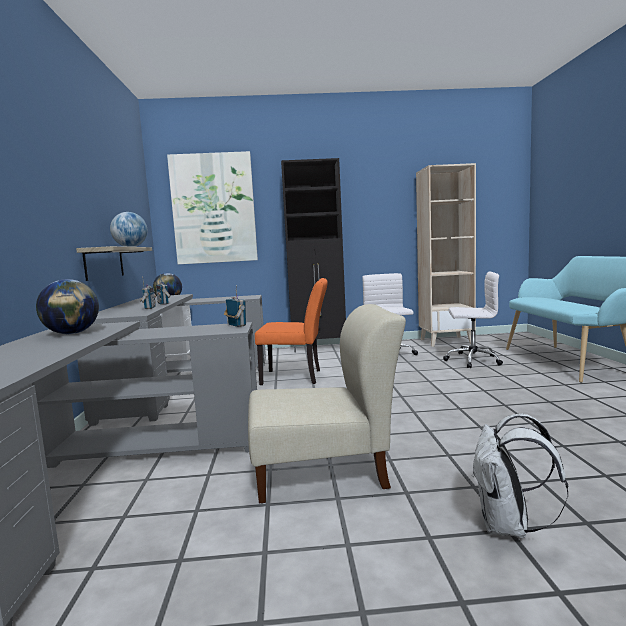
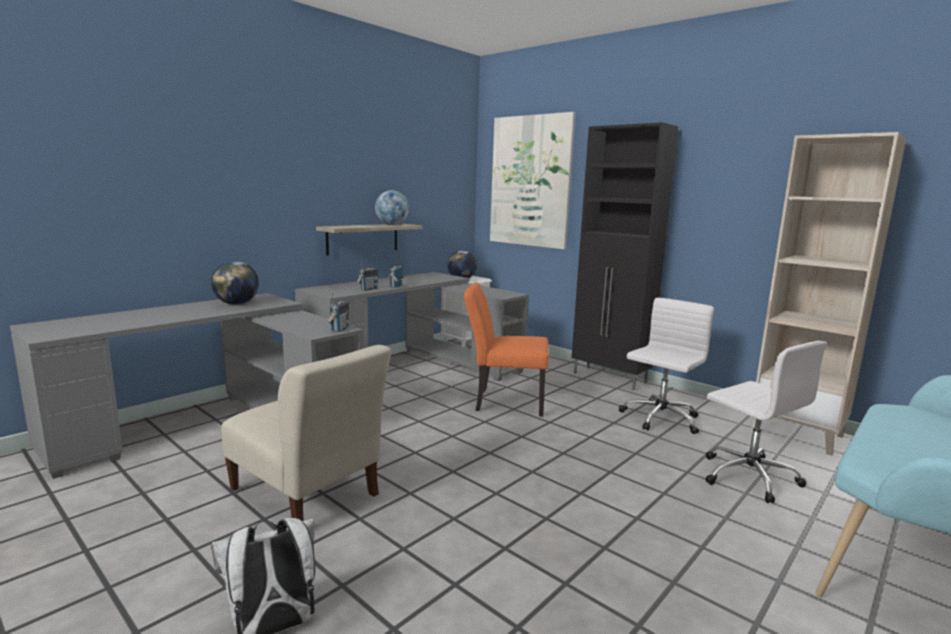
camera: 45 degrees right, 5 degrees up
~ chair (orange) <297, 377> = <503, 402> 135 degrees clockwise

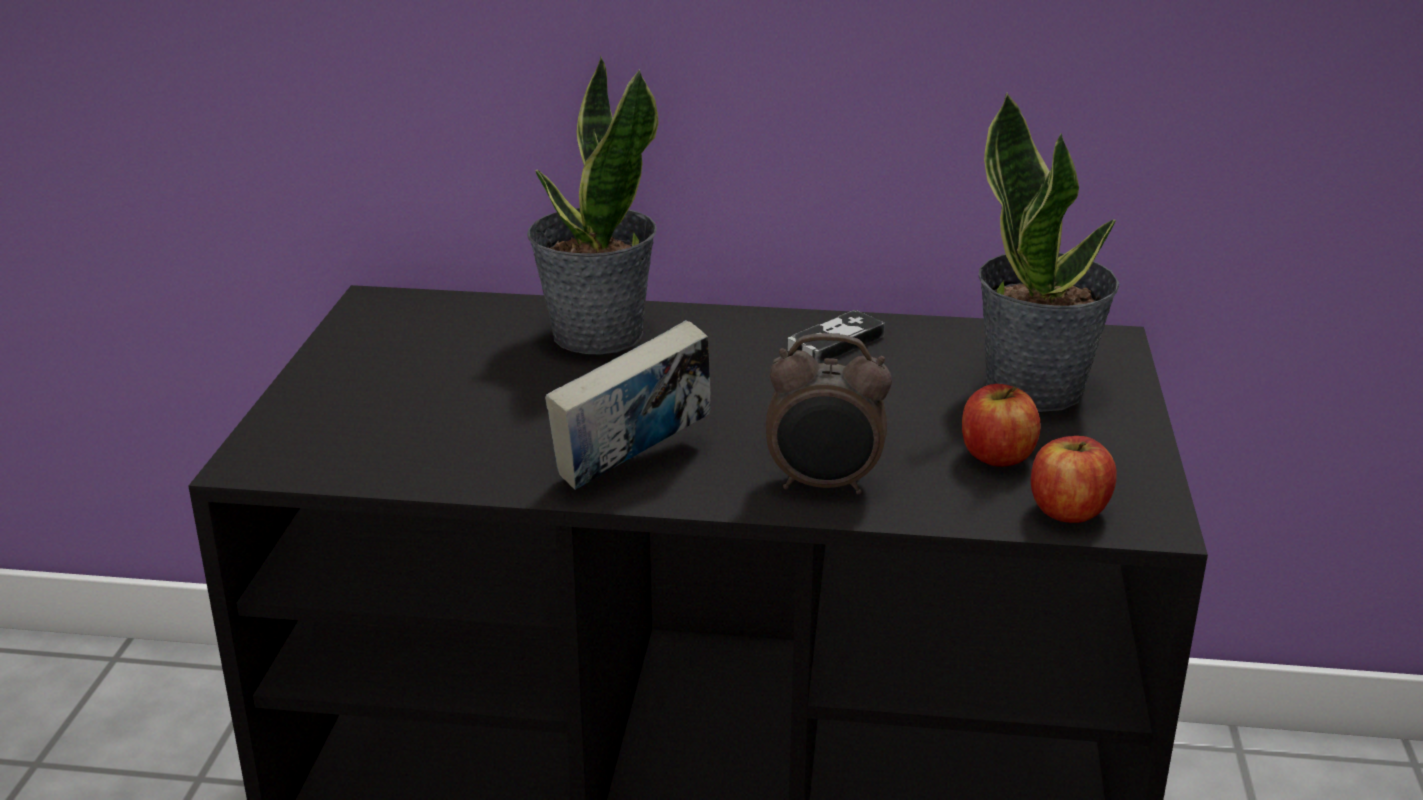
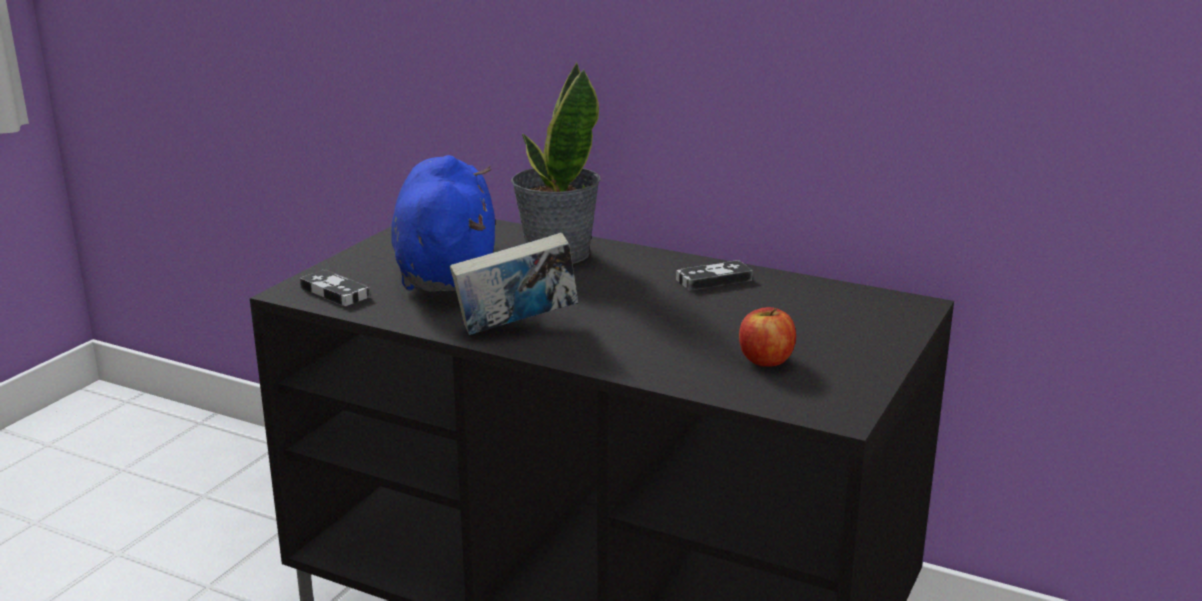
camera: 20 degrees right, 5 degrees down
- potted plant <1035, 388>
- alarm clock <824, 485>
- apple <1068, 511>
+ plush toy (blue) <446, 272>
+ game controller <335, 292>

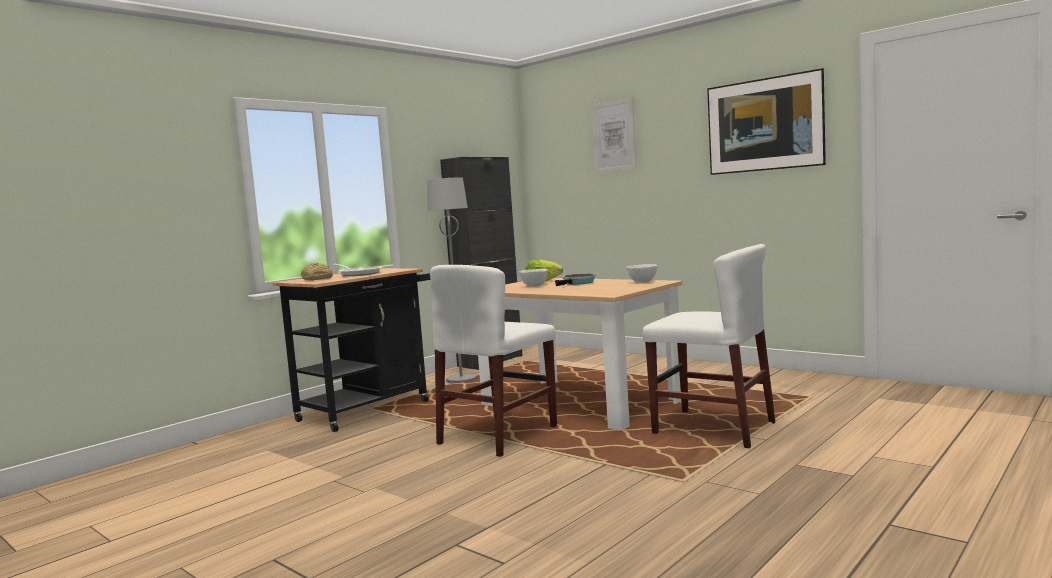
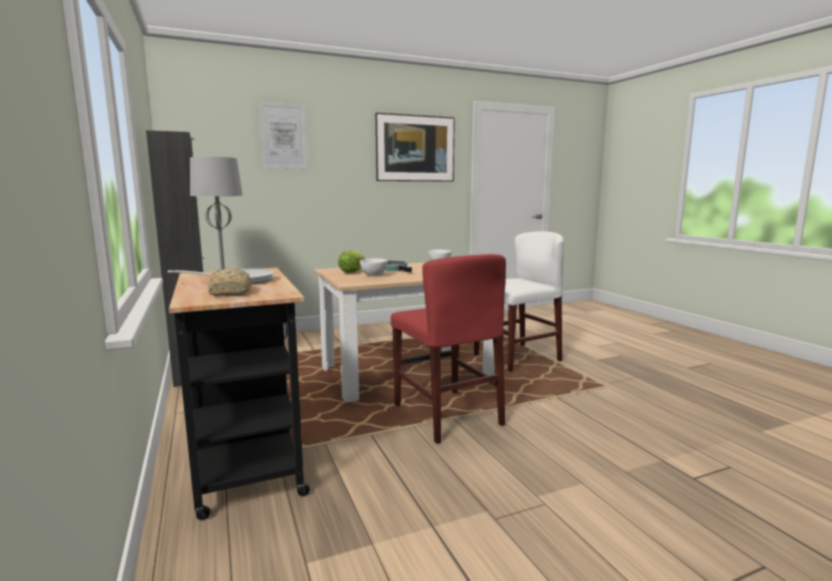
camera: 65 degrees left, 5 degrees up
~ chair (white) <498, 435> to chair (red) <447, 415>

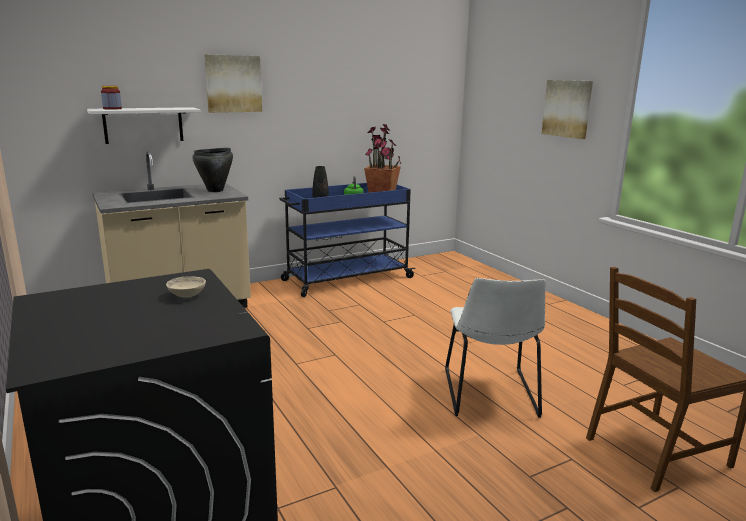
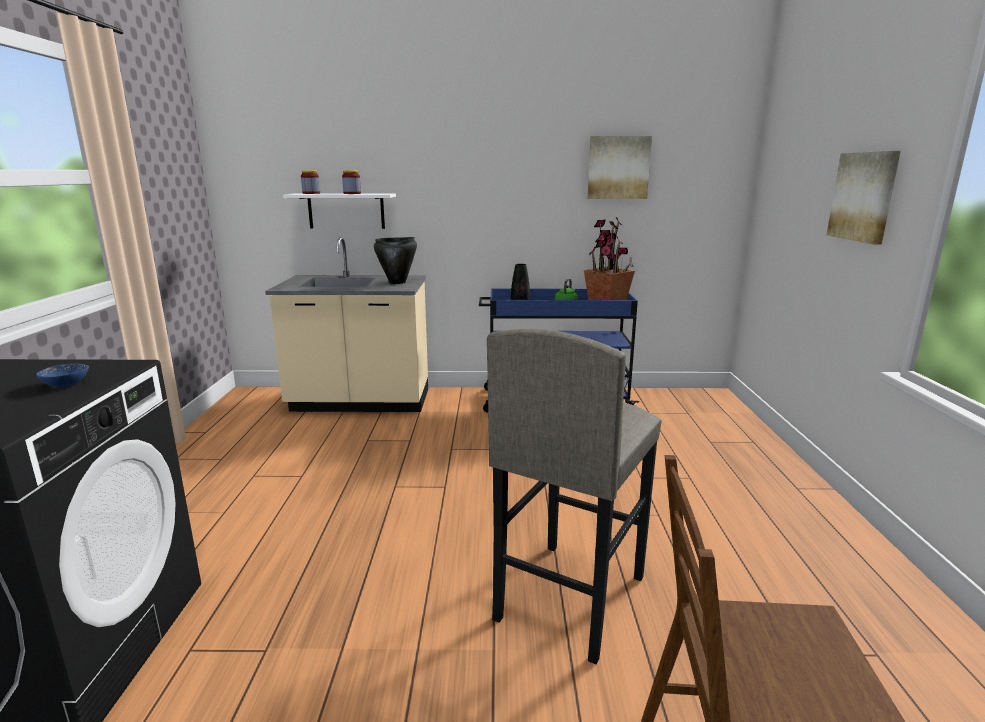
camera: 30 degrees right, 0 degrees up
~ picture <233, 84> to <618, 168>
~ bowl (beige) <187, 295> to bowl (blue) <66, 384>
~ chair (white) <490, 395> to stool (grey) <569, 597>
+ jar <352, 193>

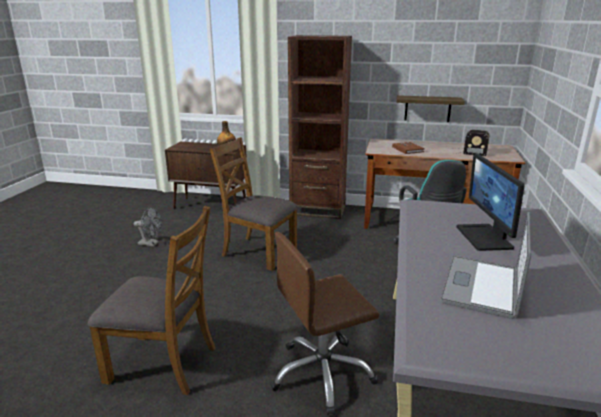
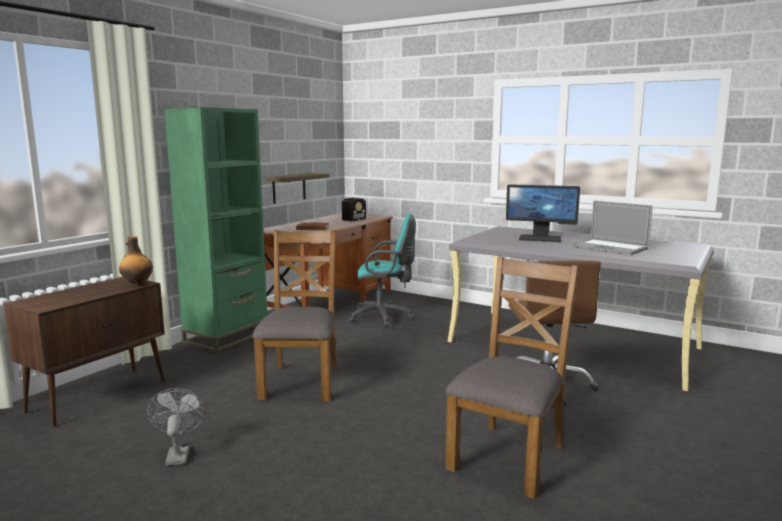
camera: 70 degrees left, 10 degrees down
~ bookcase (brown) <317, 210> to bookcase (green) <227, 337>
~ chair (brown) <258, 252> = <301, 382> 135 degrees clockwise
~ fan (grey) <151, 243> = <178, 454> 45 degrees counterclockwise

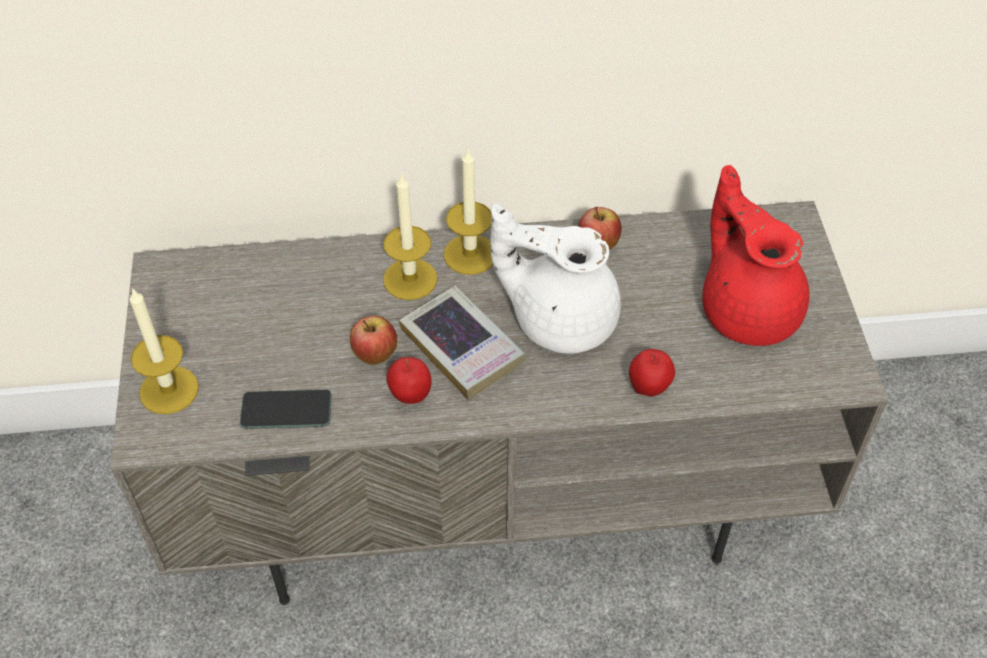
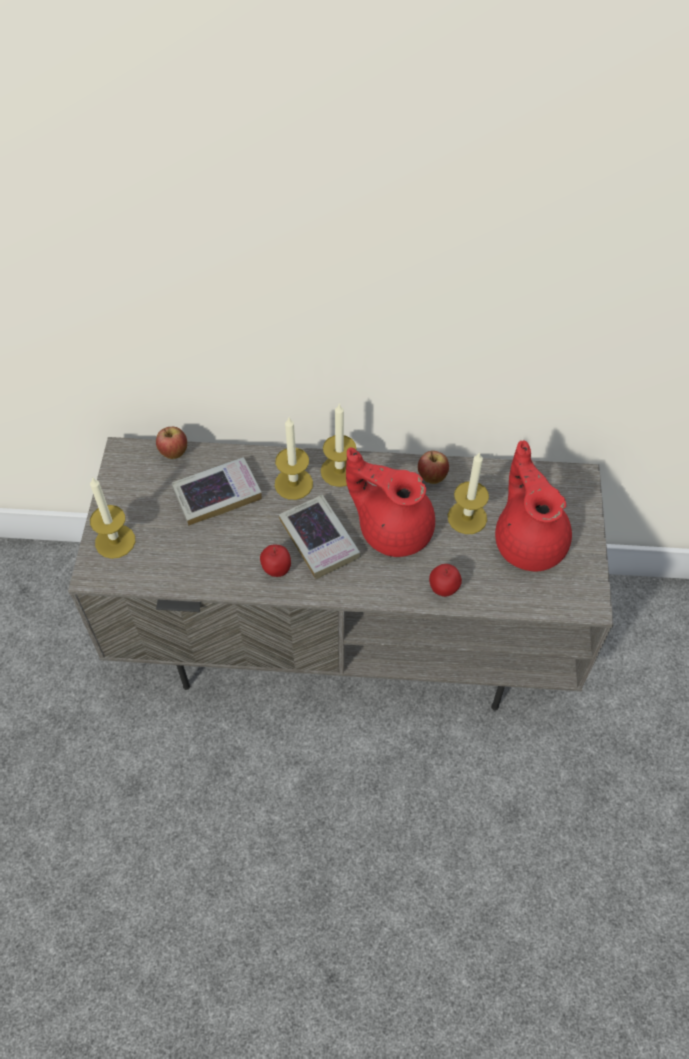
camera: 10 degrees right, 5 degrees up
~ teapot (white) <560, 318> to teapot (red) <392, 528>
~ apple <375, 356> to <174, 453>
- phone <286, 410>
+ candle <467, 517>
+ book <217, 494>

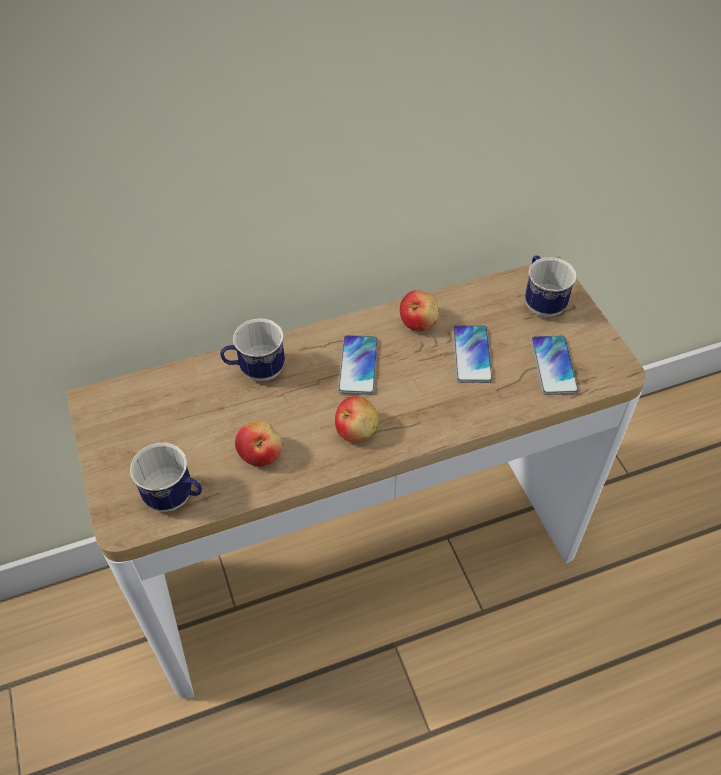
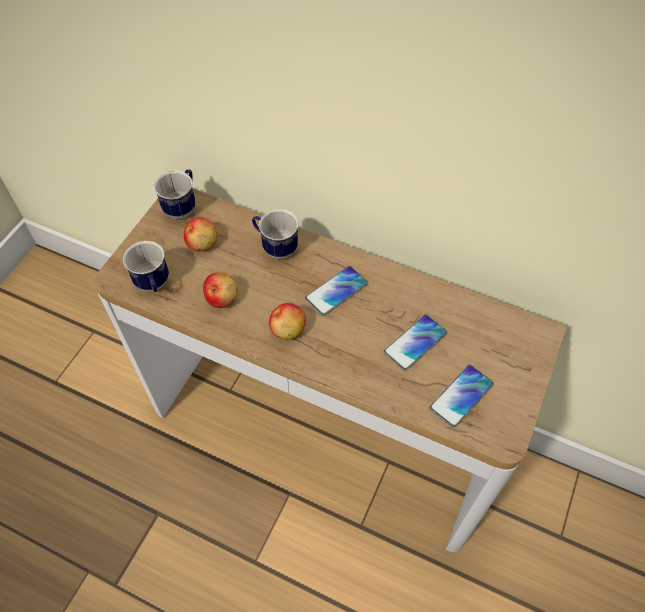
camera: 45 degrees right, 5 degrees up
~ mug <541, 302> to <183, 206>
~ apple <418, 321> to <202, 243>

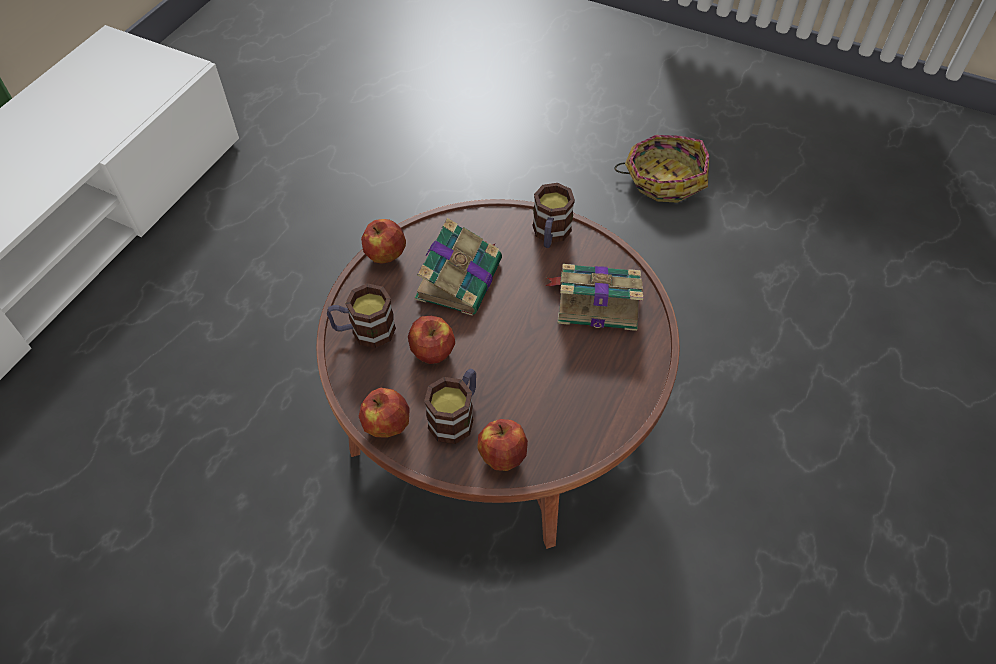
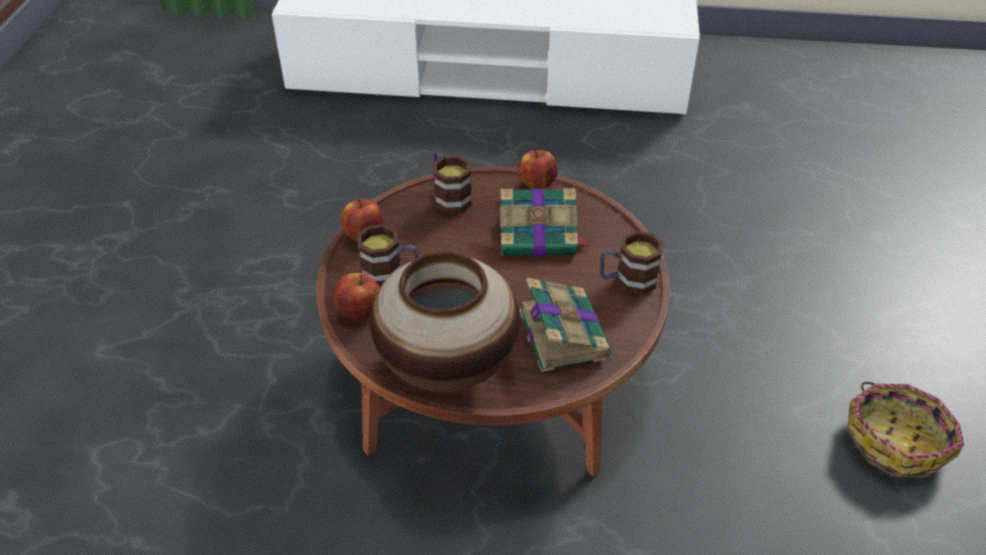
camera: 70 degrees right, 10 degrees down
- apple <432, 351>
+ vase <447, 366>

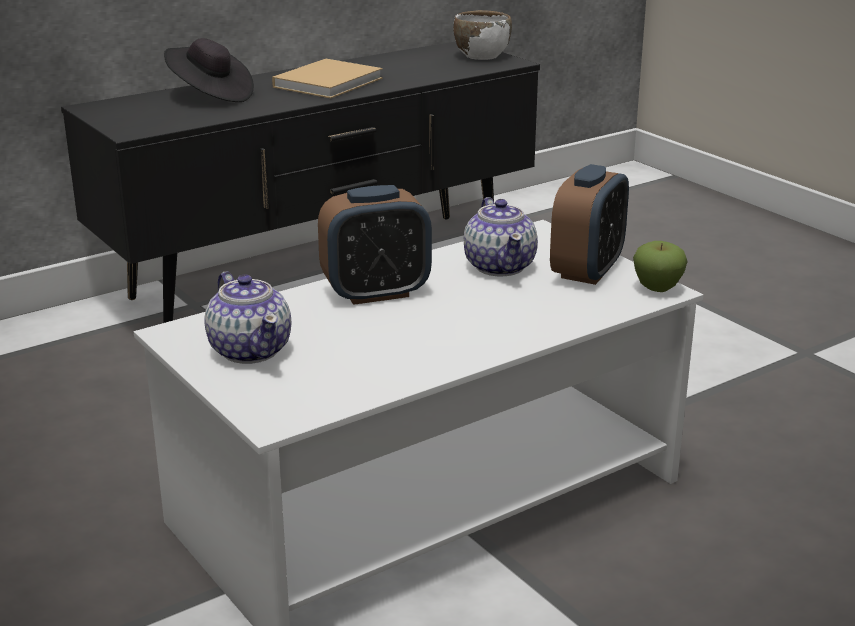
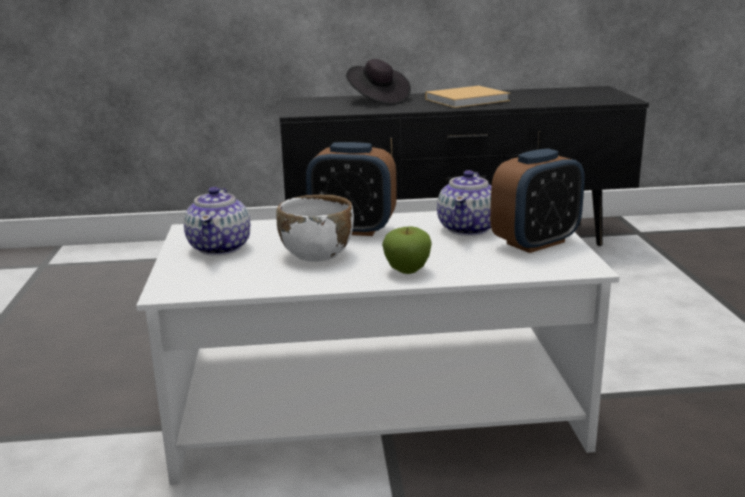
camera: 30 degrees right, 5 degrees down
~ bowl (white) <481, 56> to <317, 254>
~ apple <657, 288> to <407, 270>

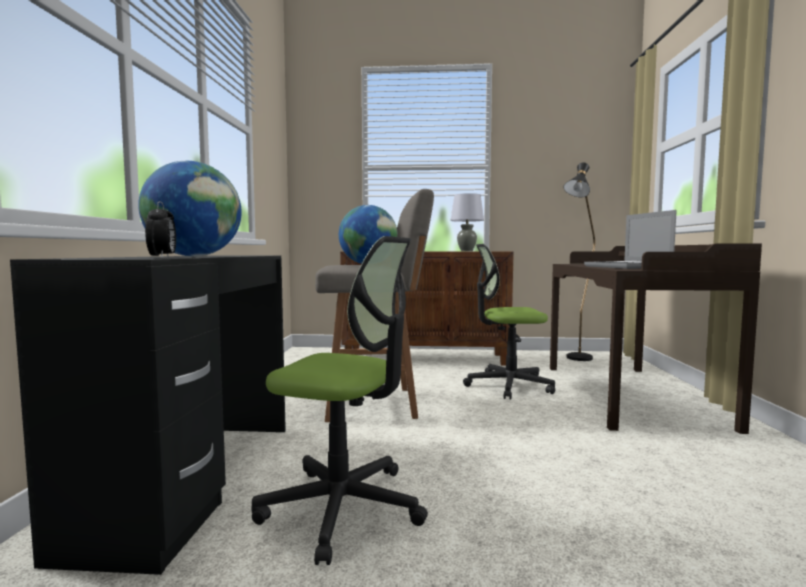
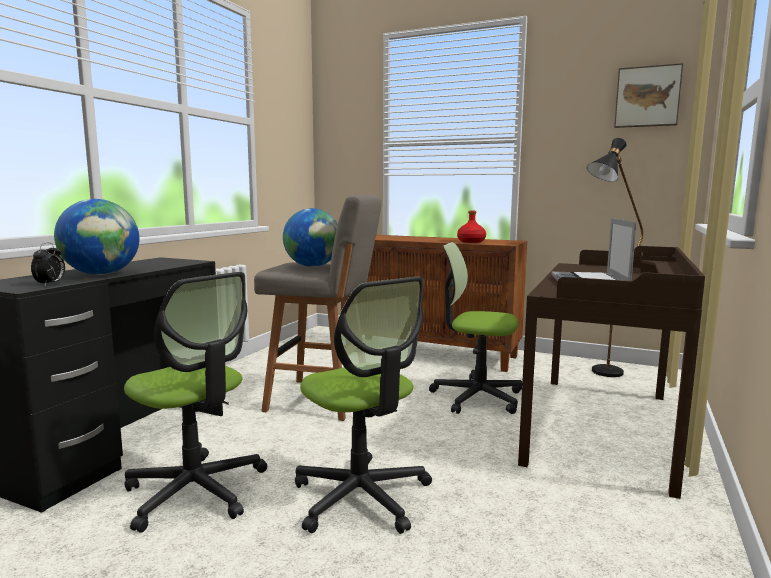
camera: 20 degrees right, 5 degrees up
~ table lamp (grey) <466, 251> to bottle (red) <471, 241>
+ picture <647, 97>
+ office chair <361, 496>

